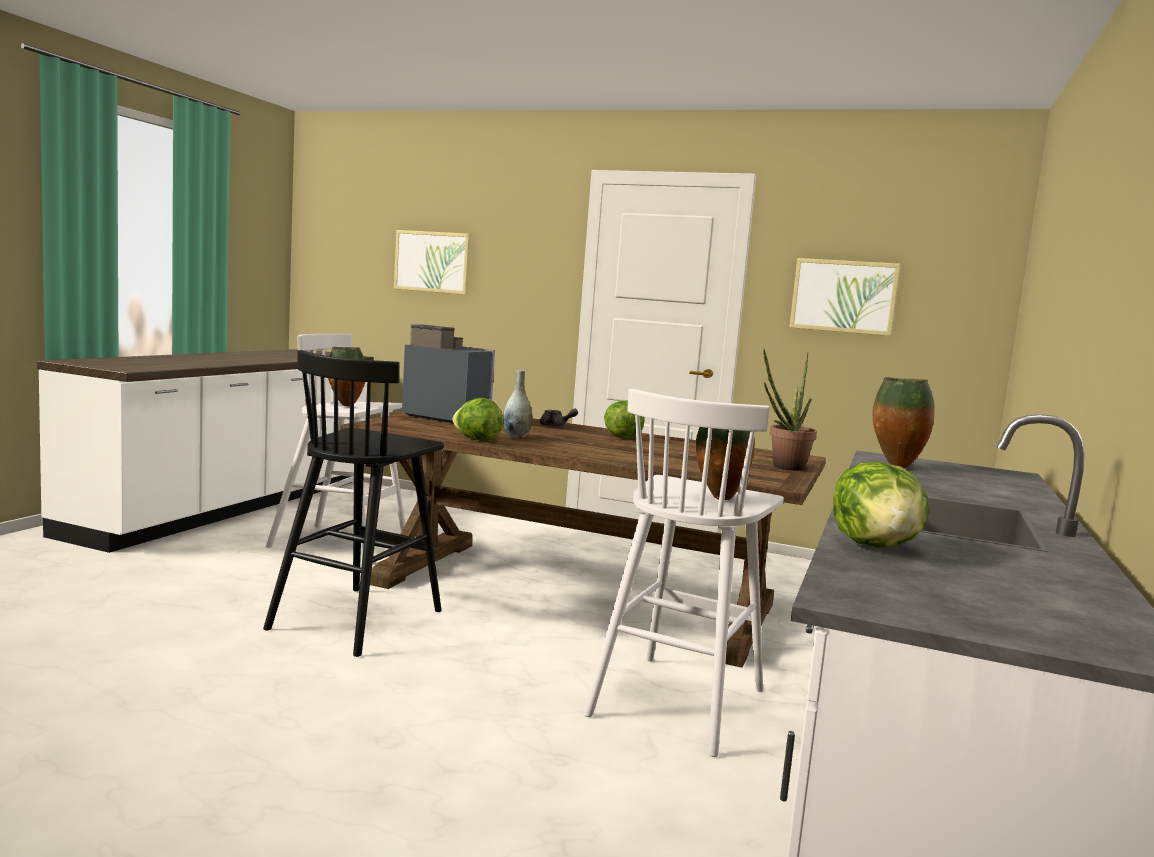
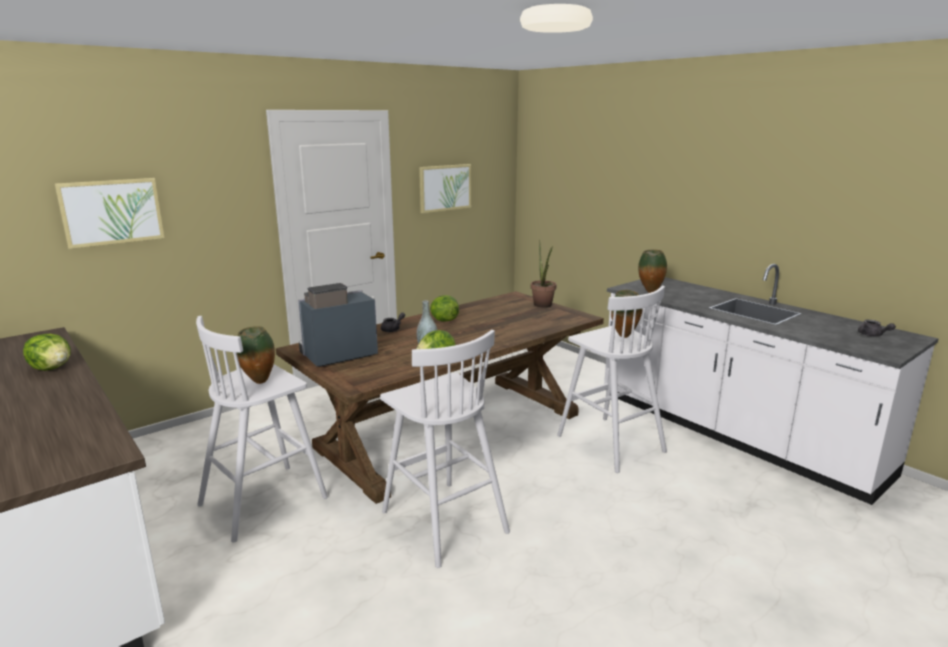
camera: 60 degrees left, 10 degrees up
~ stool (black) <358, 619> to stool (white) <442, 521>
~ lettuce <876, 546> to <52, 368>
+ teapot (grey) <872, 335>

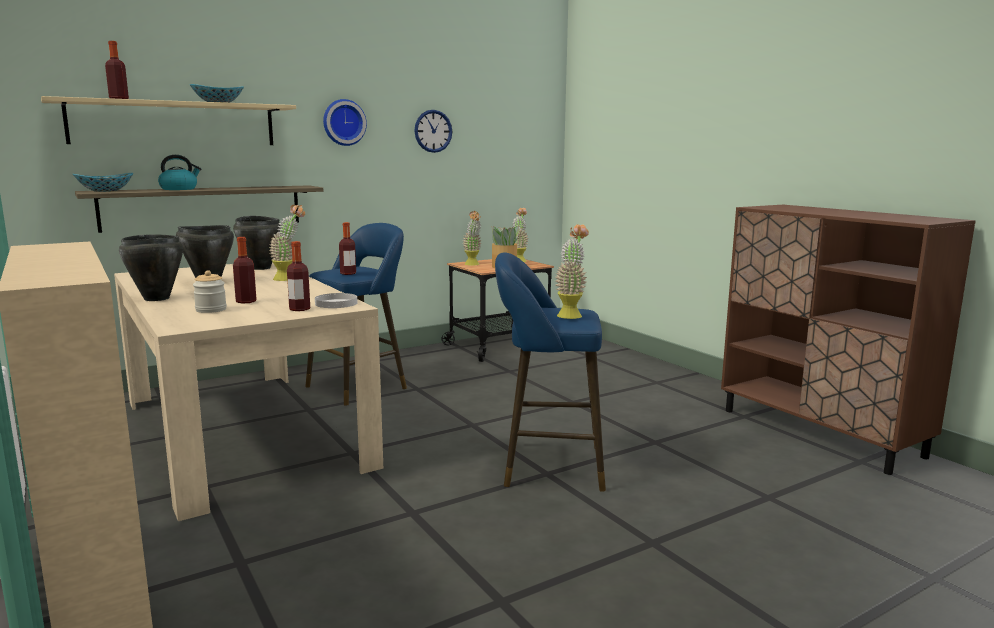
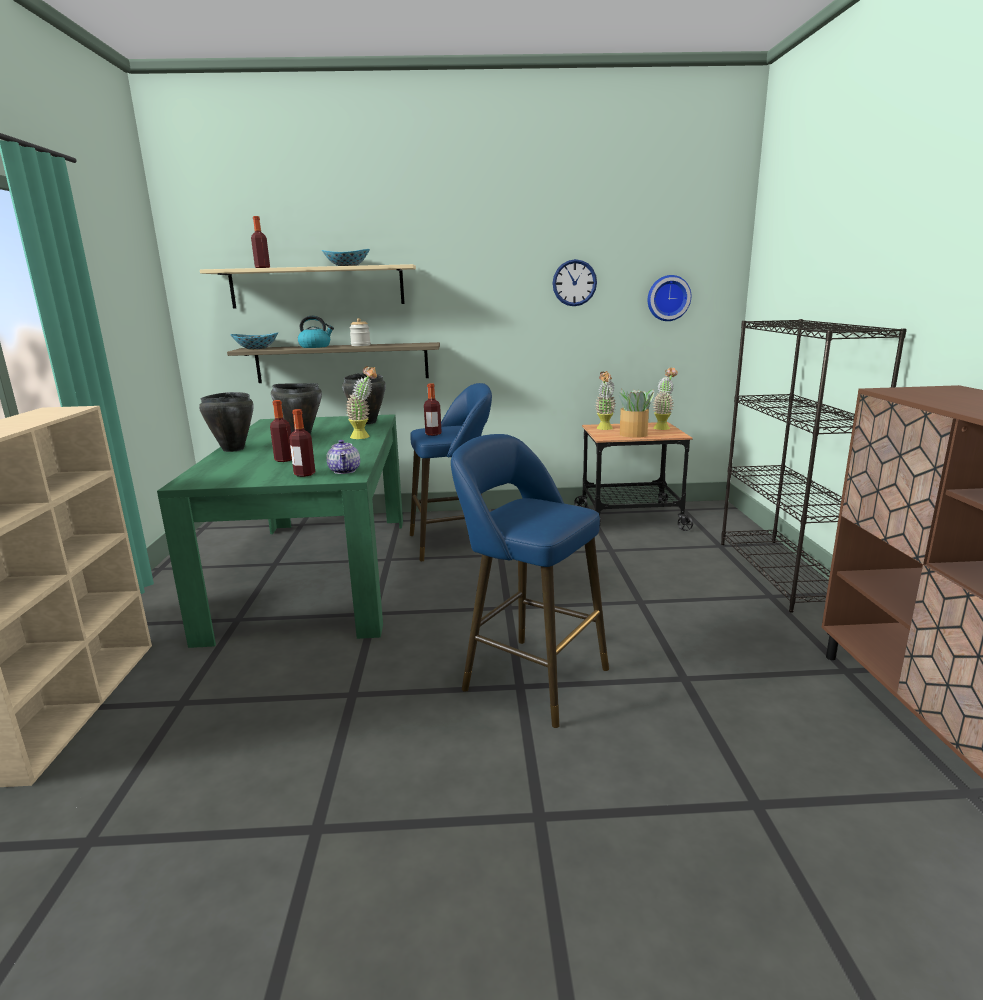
camera: 30 degrees right, 5 degrees up
~ wall clock <343, 122> to <668, 298>
- potted plant <571, 314>
~ dining table (beige) <243, 432> to dining table (green) <317, 572>
~ jar <211, 310> to <360, 345>
~ plate (white) <336, 303> to teapot <345, 471>
+ bookcase (black) <782, 573>

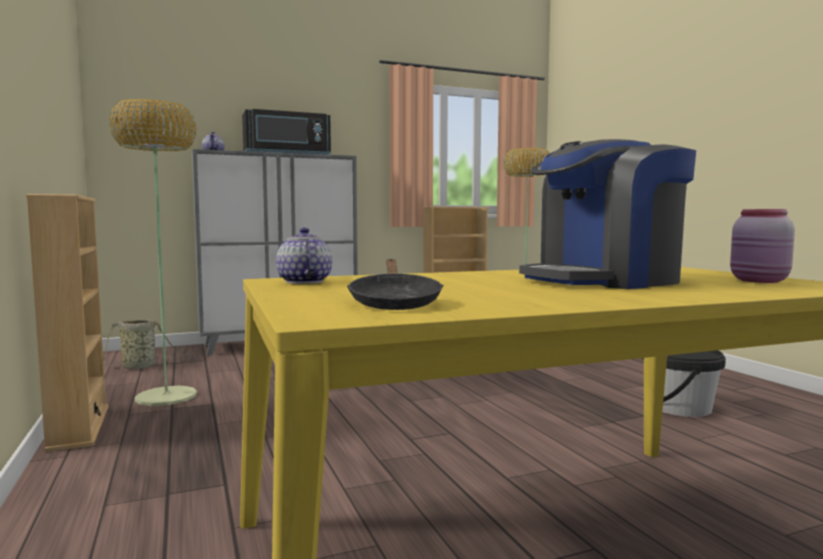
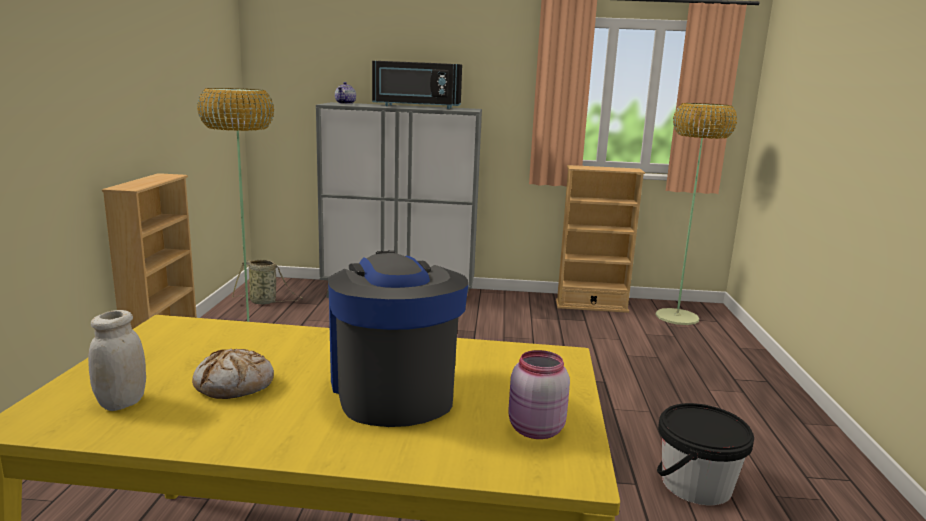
camera: 25 degrees right, 10 degrees up
~ coffee machine <604, 281> = <392, 389> 75 degrees clockwise
- teapot <303, 282>
~ frying pan (black) <394, 303> to jar (white) <122, 403>
+ bread <235, 385>

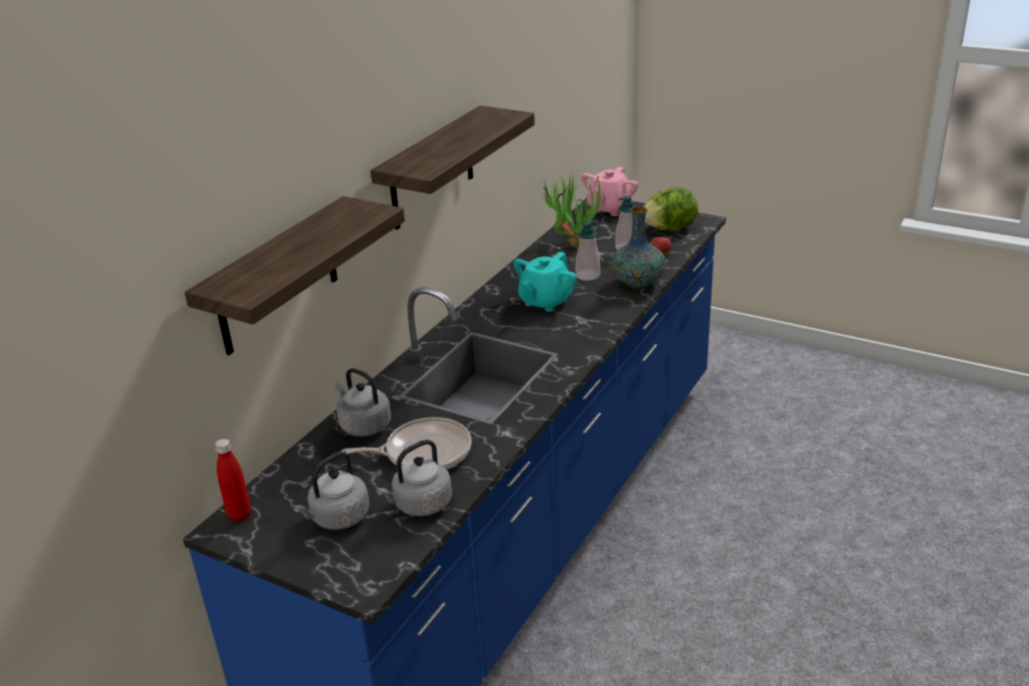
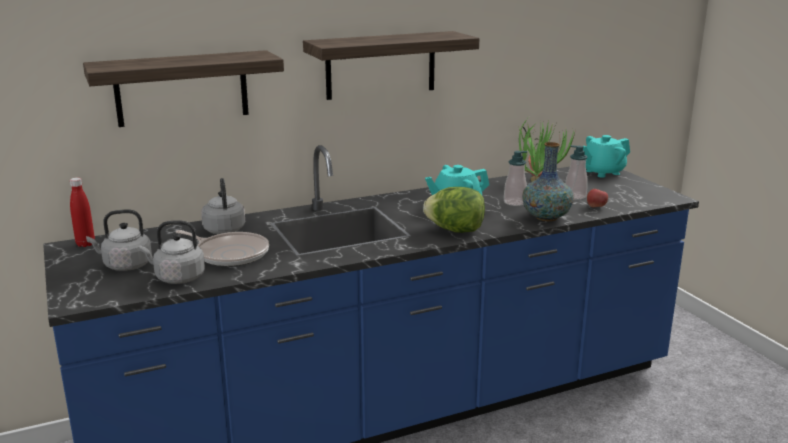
camera: 35 degrees right, 10 degrees down
~ teapot (pink) <609, 209> to teapot (turquoise) <602, 172>
~ lettuce <669, 228> to <455, 230>

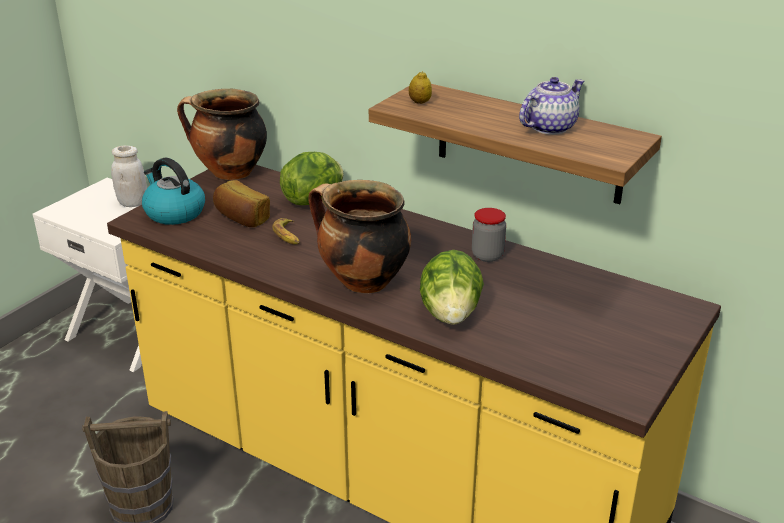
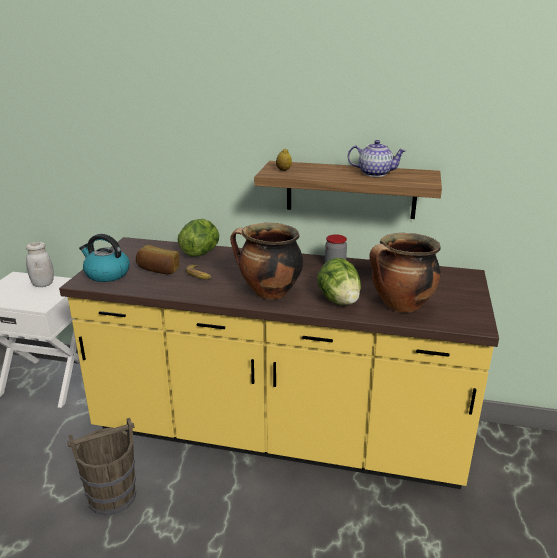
camera: 20 degrees left, 5 degrees down
~ teapot <548, 127> = <374, 173> 75 degrees clockwise
~ cooking pot <229, 173> to <401, 306>

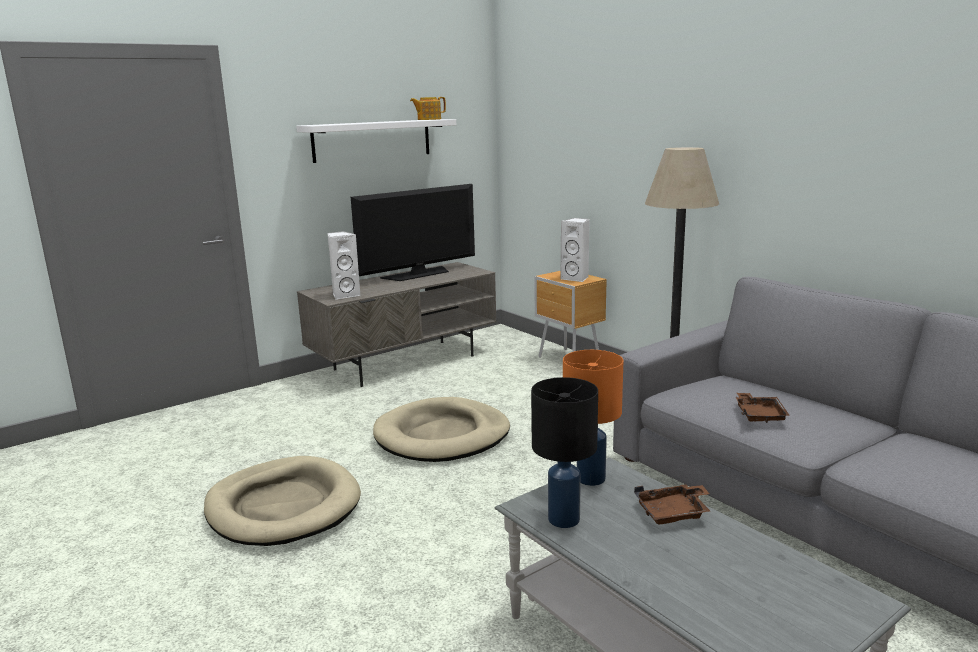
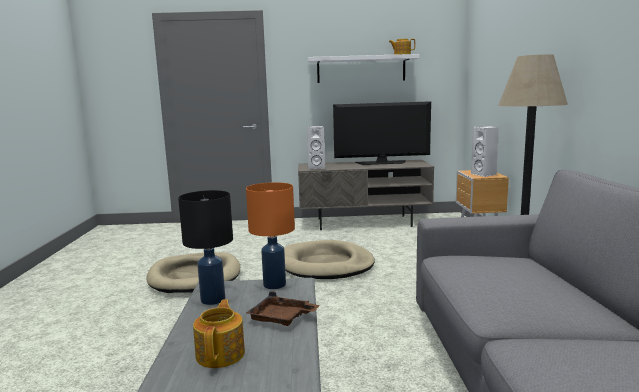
camera: 35 degrees right, 5 degrees down
- tray (brown) <759, 415>
+ teapot <221, 354>

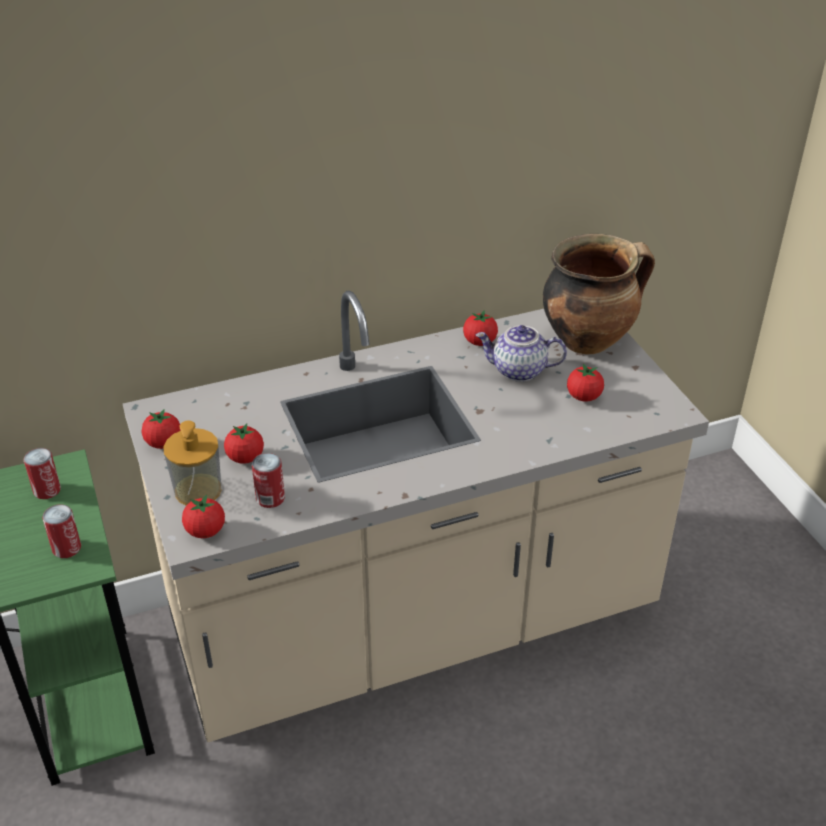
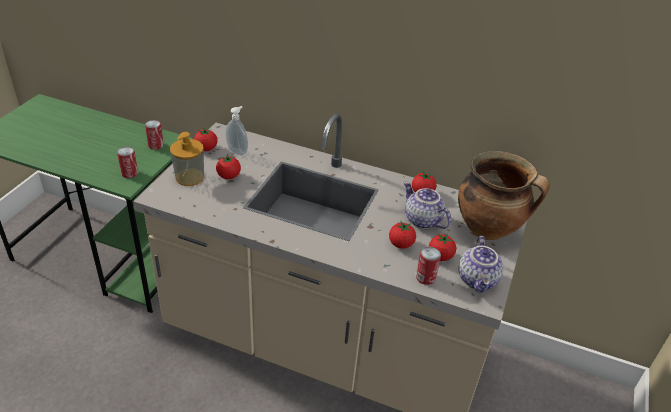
camera: 40 degrees right, 0 degrees up
~ can <270, 498> to <425, 277>
~ tomato <205, 531> to <401, 244>
+ soap dispenser <238, 151>
+ teapot <478, 280>

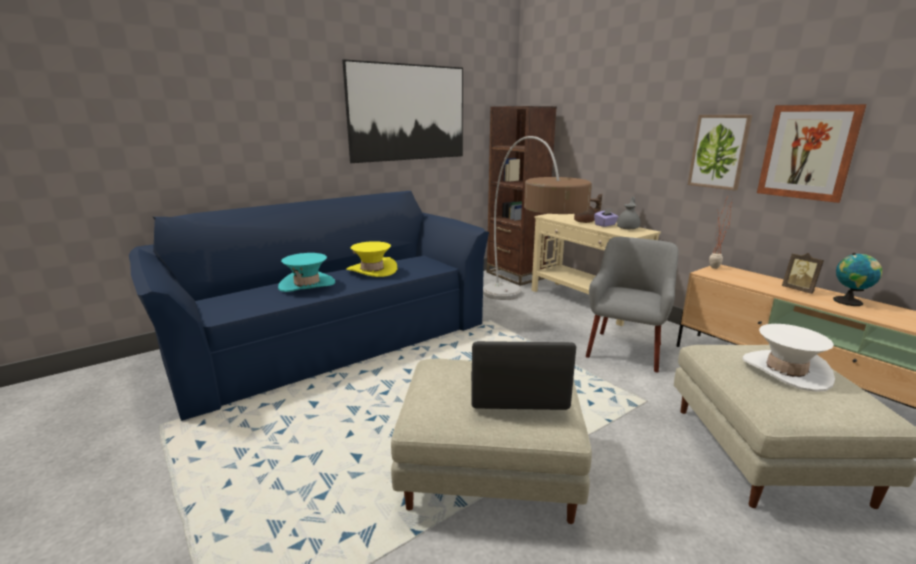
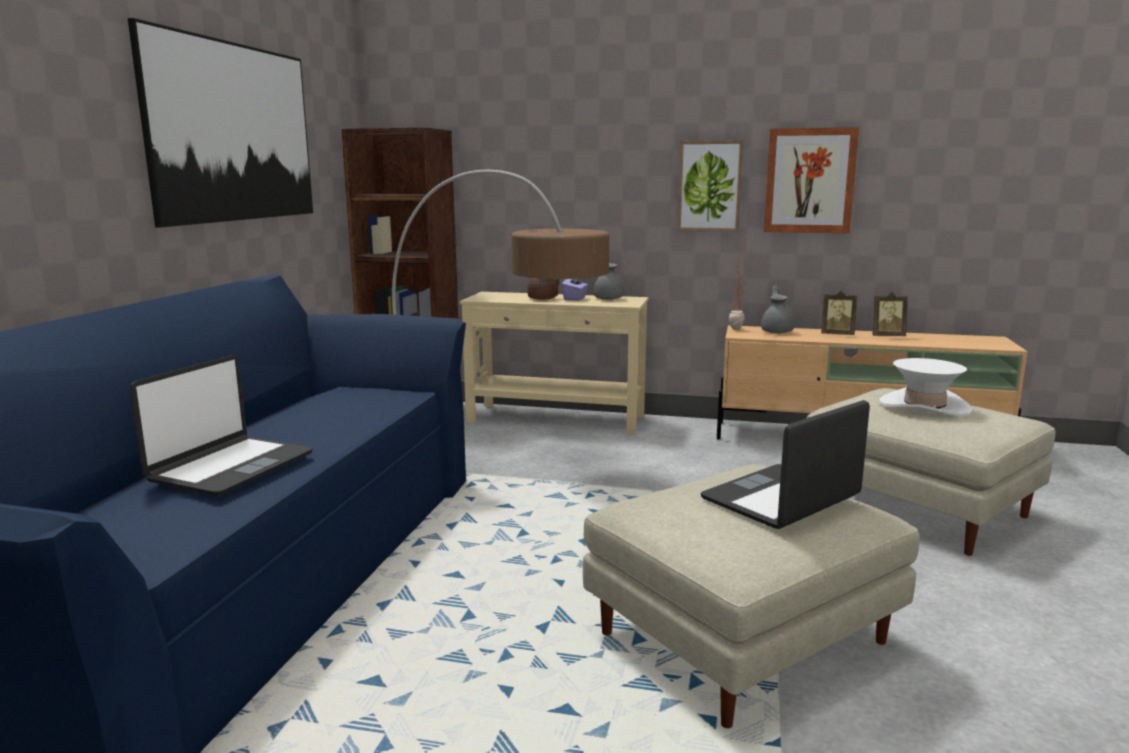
camera: 40 degrees left, 5 degrees down
- armchair (grey) <625, 350>
- hat (yellow) <372, 270>
~ hat (turquoise) <307, 284> to laptop <230, 467>
~ globe <850, 302> to picture frame <886, 336>
+ teapot (grey) <777, 331>

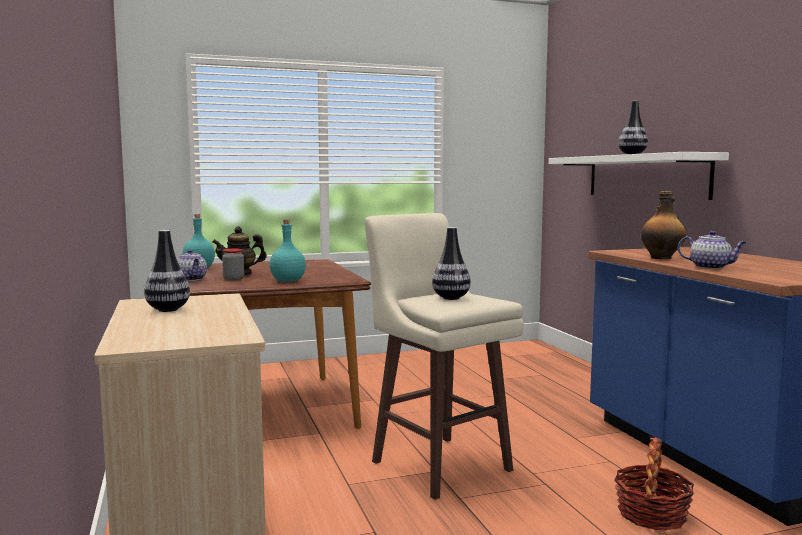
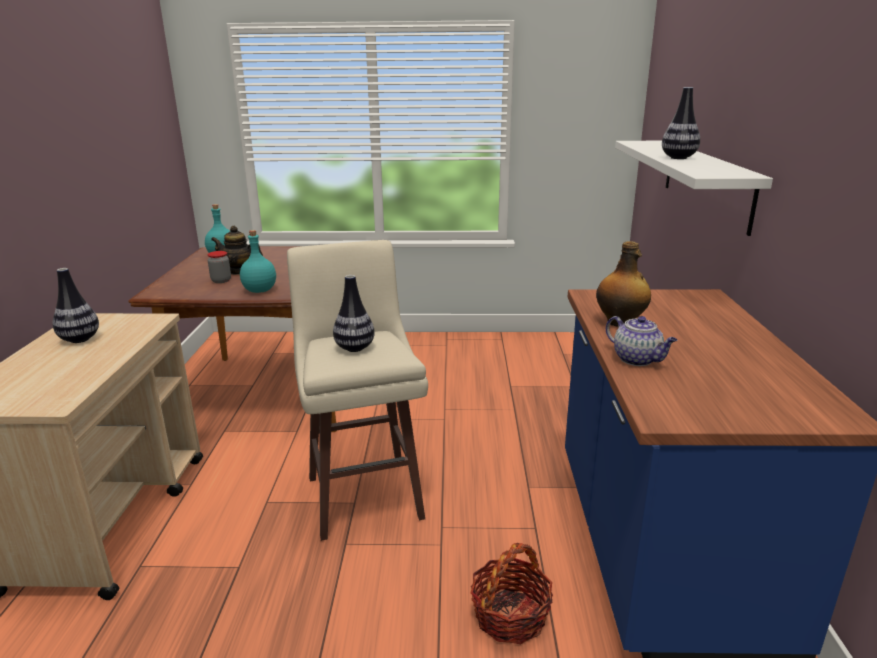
camera: 20 degrees right, 15 degrees up
- teapot <192, 279>

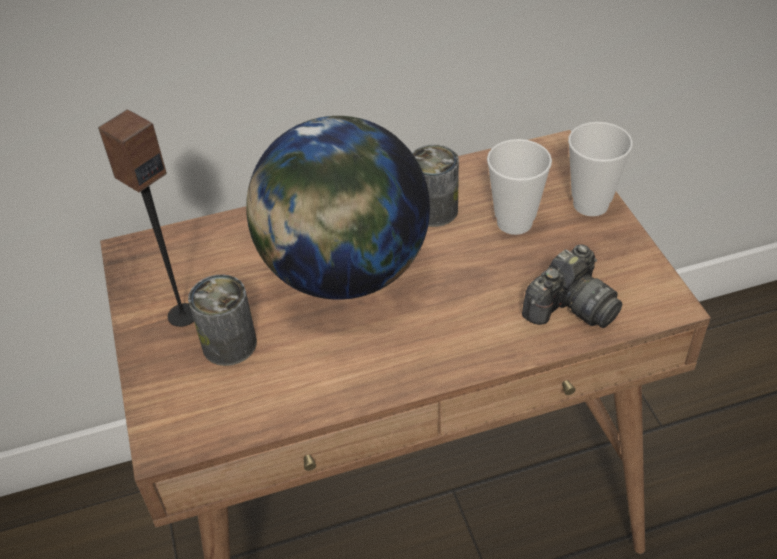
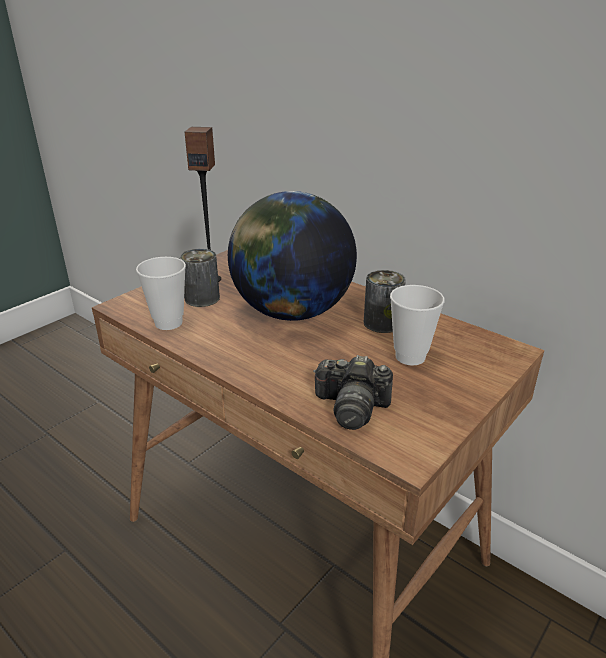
camera: 55 degrees right, 15 degrees down
~ cup <590, 204> to <168, 323>

